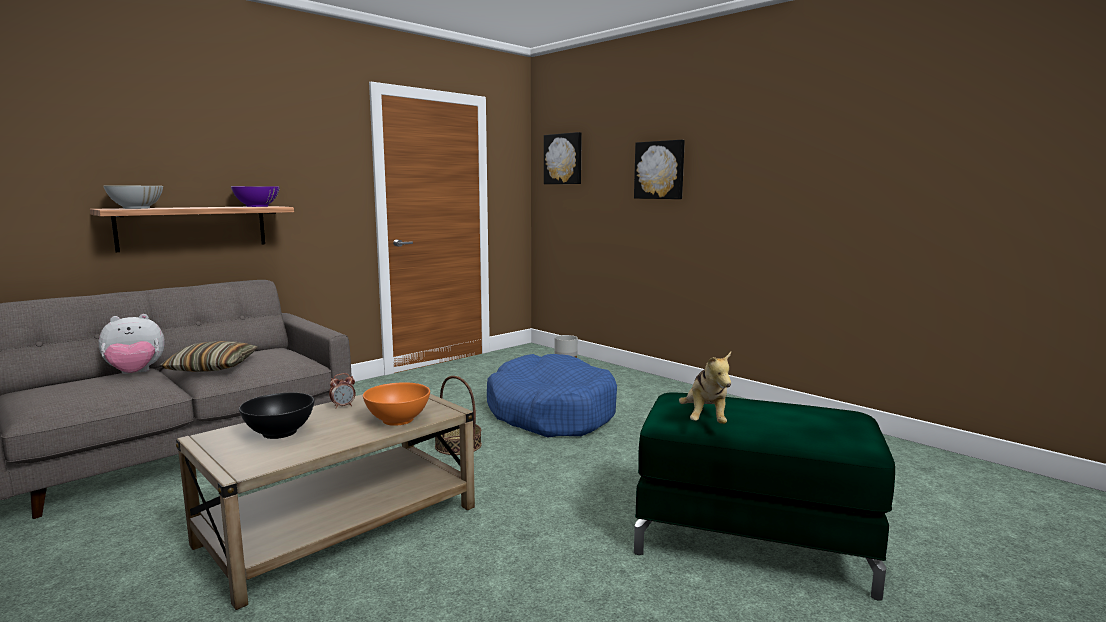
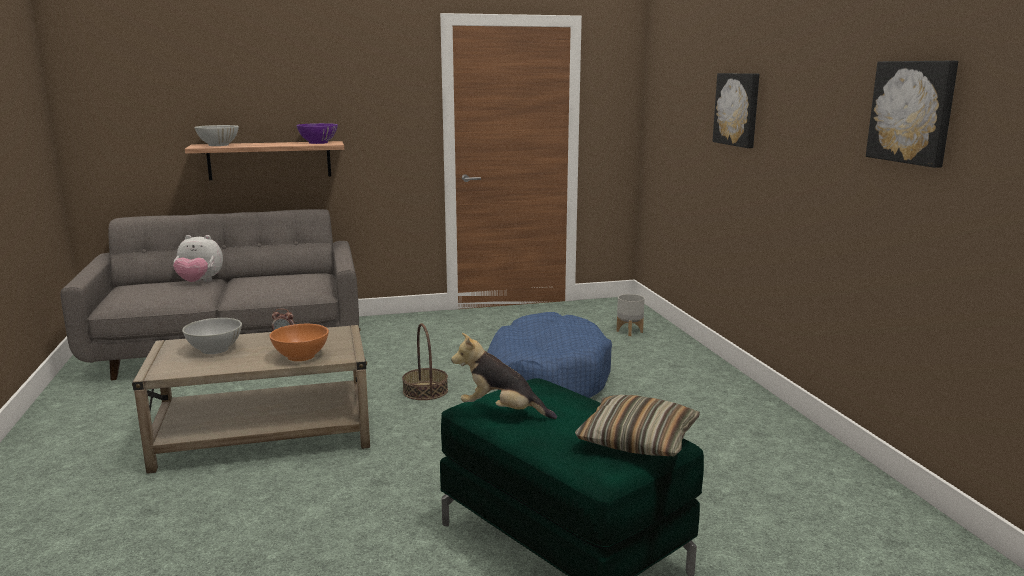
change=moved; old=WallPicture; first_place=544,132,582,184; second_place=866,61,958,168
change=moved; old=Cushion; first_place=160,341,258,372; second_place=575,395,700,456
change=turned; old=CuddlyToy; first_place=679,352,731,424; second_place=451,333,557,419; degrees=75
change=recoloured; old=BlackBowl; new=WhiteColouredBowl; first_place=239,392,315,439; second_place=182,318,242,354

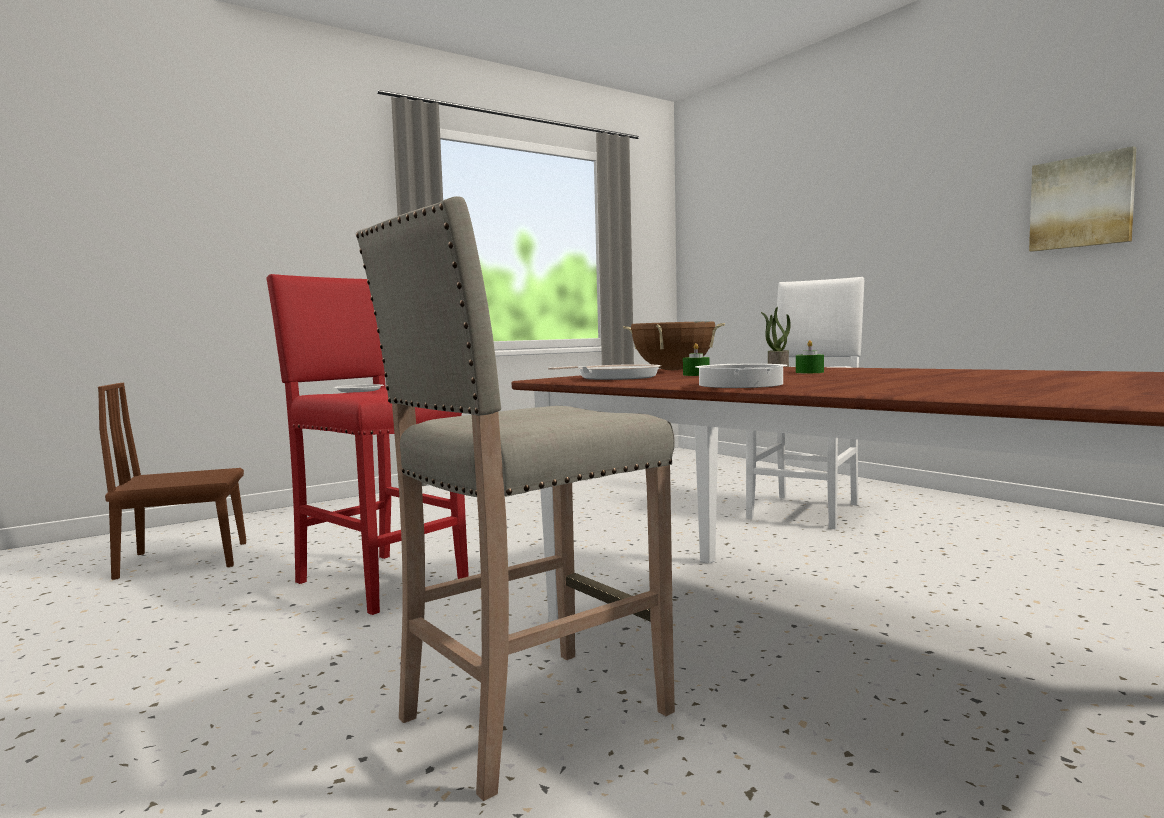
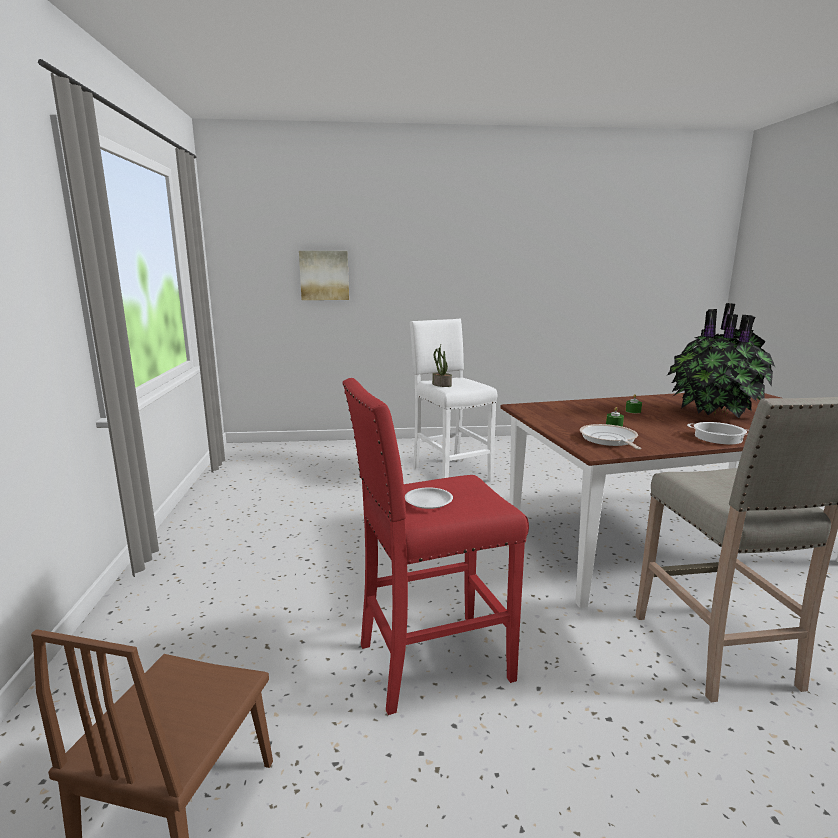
change=moved; old=WallPicture; first_place=1029,146,1137,252; second_place=299,251,349,300
change=removed; old=BrownColouredSaucepot; first_place=623,321,725,370
change=added; new=PottedPlant; second_place=667,303,775,418

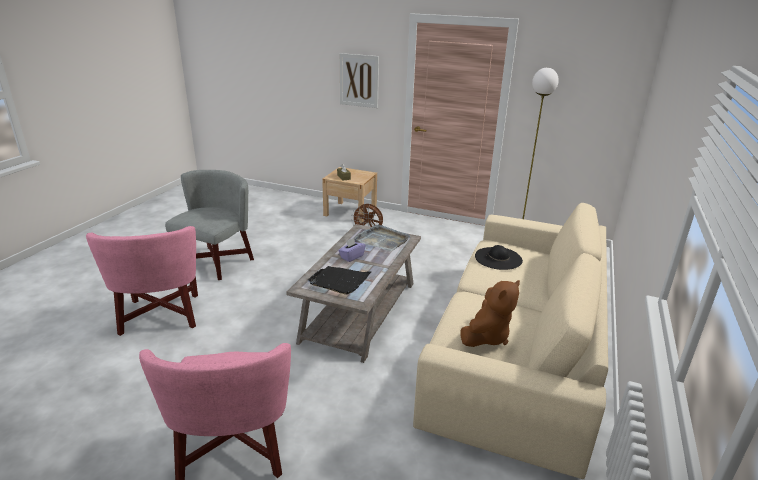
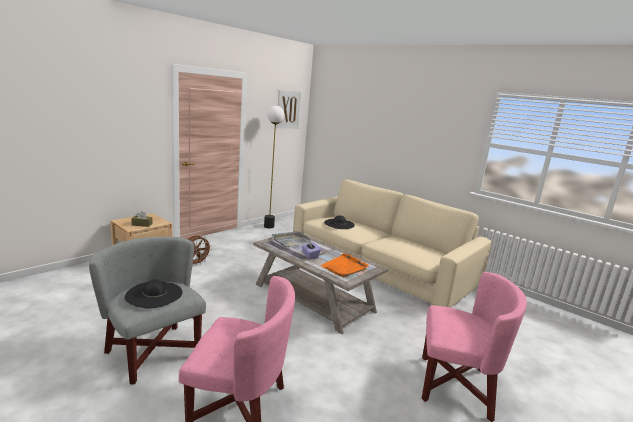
change=moved; old=WallPicture; first_place=340,53,379,108; second_place=276,90,301,128
change=recoloured; old=BlackCarryingTray; new=OrangeyCarryingTray; first_place=308,266,371,295; second_place=320,253,369,277
change=removed; old=BrownColouredCuddlyToy; first_place=460,280,520,347
change=added; new=BlackClothingHat; second_place=124,279,183,308

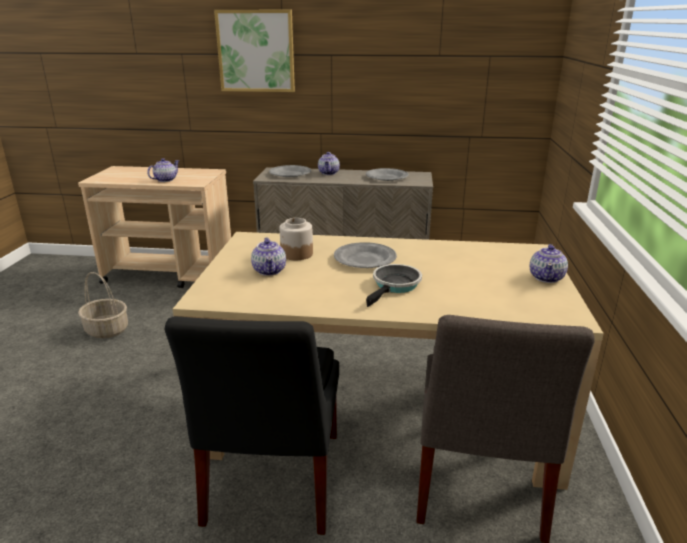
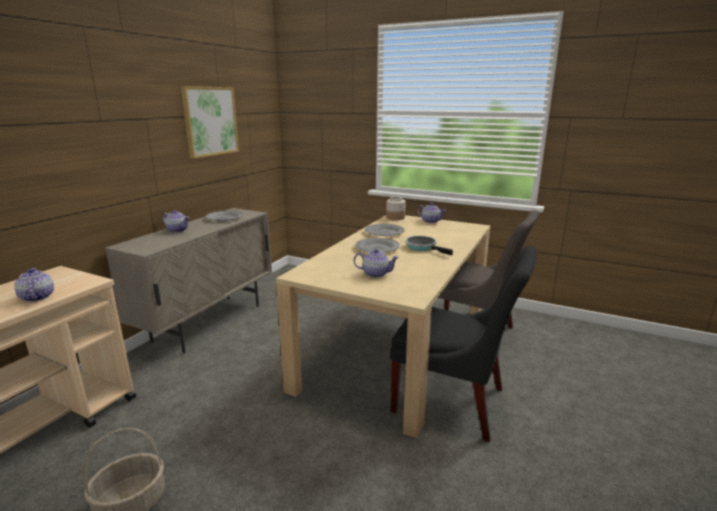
change=moved; old=WallPicture; first_place=214,10,295,92; second_place=181,86,239,158
change=moved; old=GrayFlatDish; first_place=269,165,311,177; second_place=365,224,405,236
change=moved; old=PreserveJar; first_place=280,218,313,260; second_place=386,197,406,220

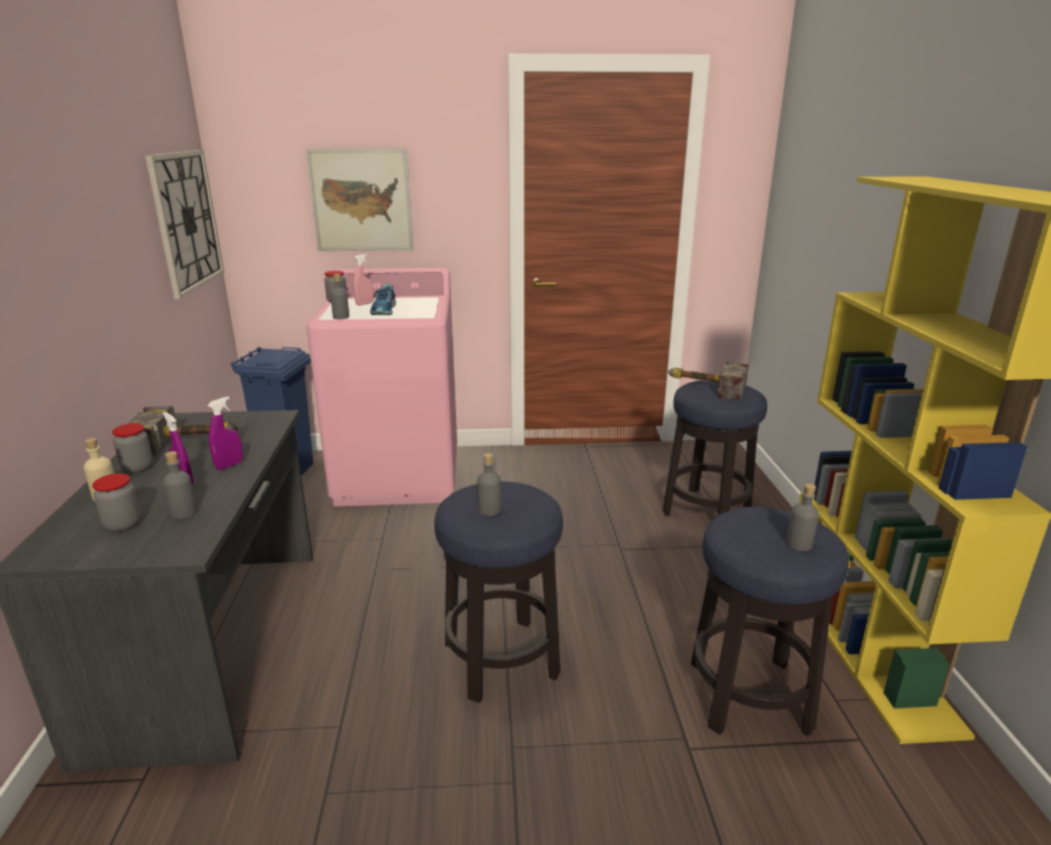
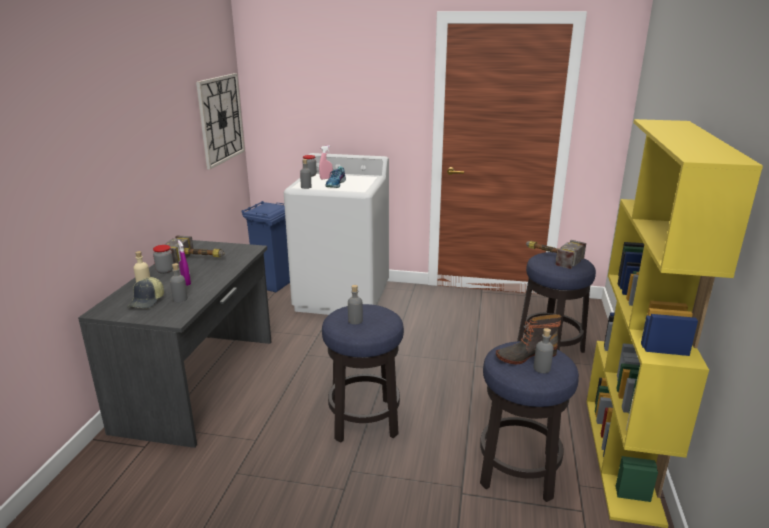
change=removed; old=WallPicture; first_place=306,149,414,251
change=recoloured; old=PinkColouredLaundryMachine; new=WhiteColouredLaundryMachine; first_place=307,268,457,506; second_place=284,153,389,315
change=removed; old=PurplishHandSprayer; first_place=207,397,243,470
change=replaced; old=PreserveJar; new=Cap; first_place=92,473,141,532; second_place=127,277,164,309
change=added; new=TallBoot; second_place=496,314,562,364

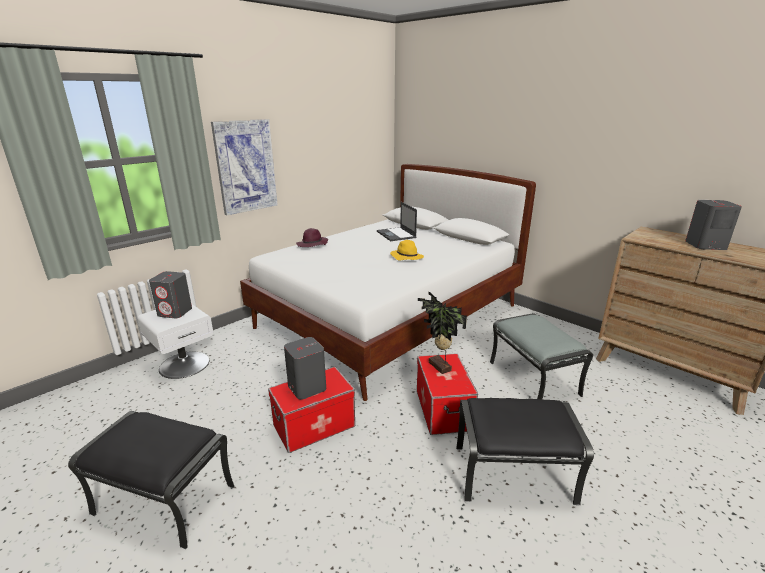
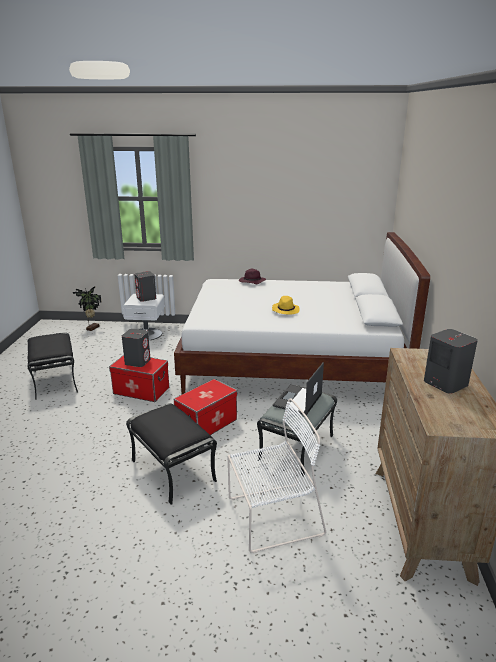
change=removed; old=WallPicture; first_place=211,119,278,215
change=moved; old=PortableComputer; first_place=377,202,417,241; second_place=273,362,324,415
change=moved; old=PottedPlant; first_place=418,292,467,374; second_place=73,287,102,331
change=added; new=WhiteColouredPlainChair; second_place=228,398,326,553

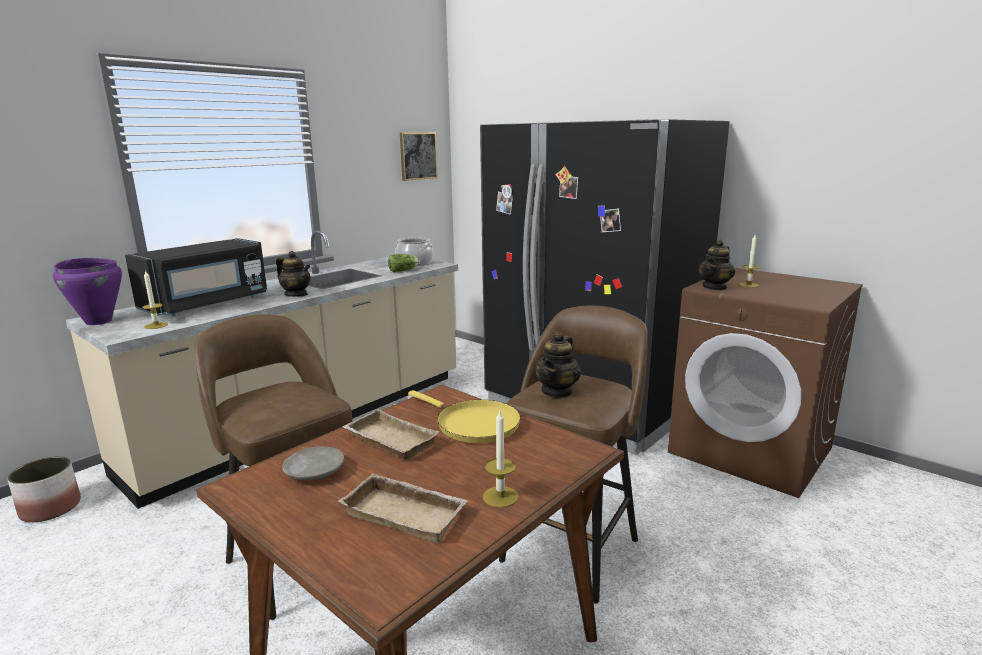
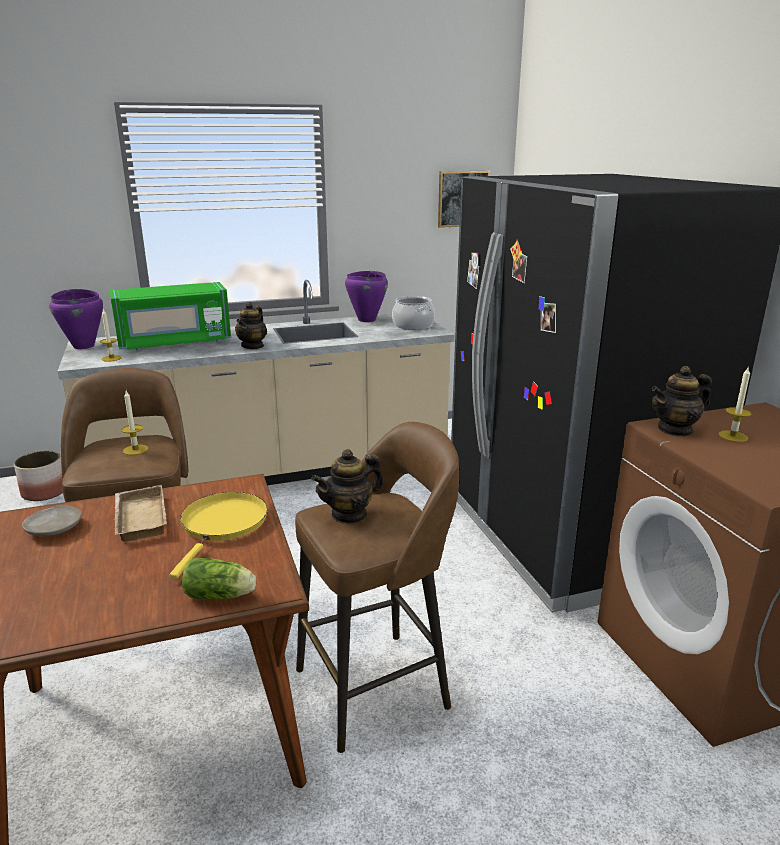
change=recoloured; old=BlackKitchenMicrowave; new=GreenColouredKitchenMicrowave; first_place=125,238,267,316; second_place=110,282,231,351
change=turned; old=PotForTea; first_place=276,251,311,297; second_place=235,302,267,349; degrees=45
change=moved; old=LettuceHead; first_place=388,254,420,272; second_place=182,557,256,600
change=turned; old=YellowishFryingPan; first_place=408,390,521,443; second_place=169,492,268,579; degrees=-150
change=moved; old=Candle; first_place=483,411,519,508; second_place=121,391,148,455
change=removed; old=BeigeColouredCarryingTray; first_place=338,473,468,543
change=added; new=PurplishSaucepot; second_place=345,271,388,322

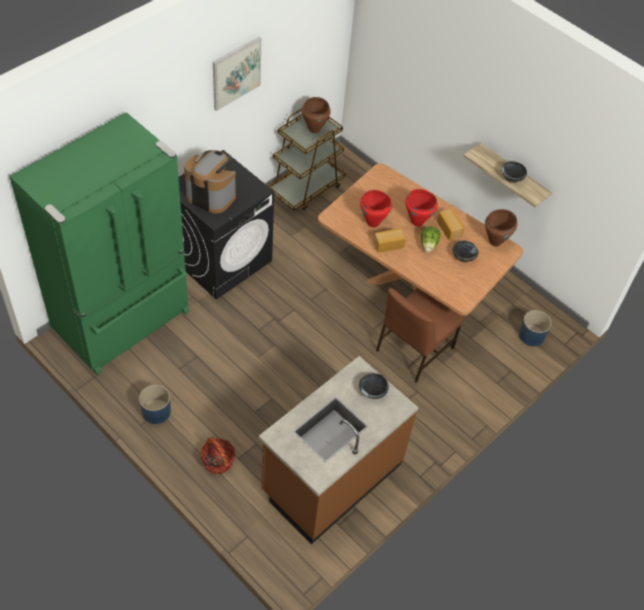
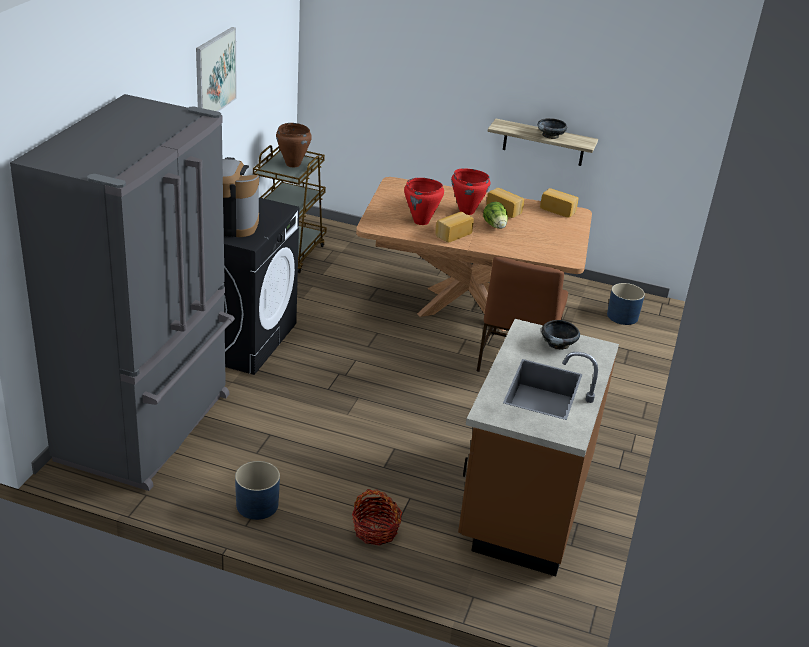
change=recoloured; old=GreenColouredKitchenFridge; new=GrayKitchenFridge; first_place=9,112,190,375; second_place=10,94,235,491
change=replaced; old=BrownColouredSaucepot; new=BakeryBread; first_place=485,209,517,246; second_place=540,188,578,218
change=removed; old=BlackBowl; first_place=453,241,478,262

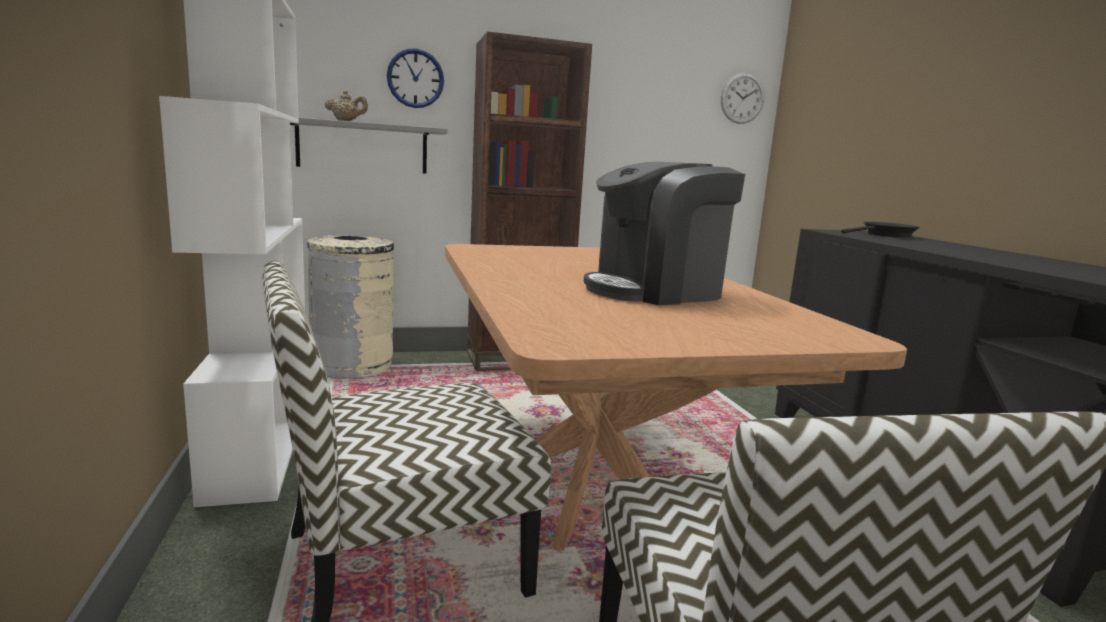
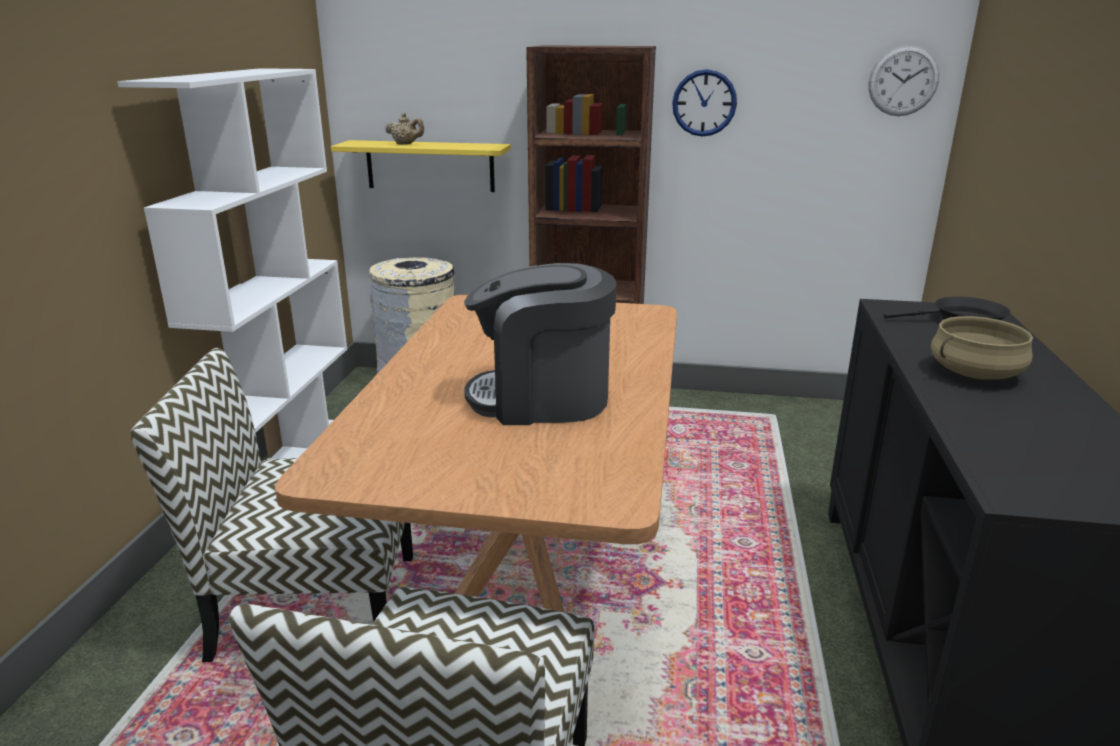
change=moved; old=WallClock; first_place=387,48,444,108; second_place=672,69,737,137
change=recoloured; old=GrayWallShelf; new=YellowishWallShelf; first_place=290,118,447,174; second_place=331,140,511,192
change=added; new=BeigeColouredSaucepot; second_place=931,316,1033,380

